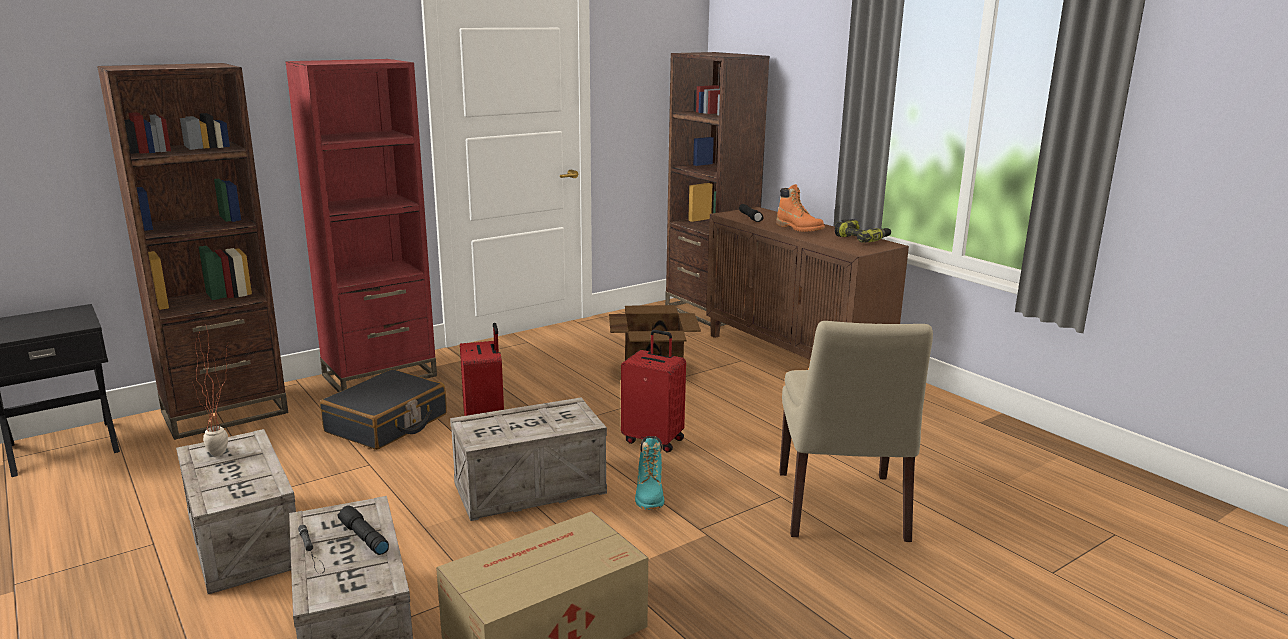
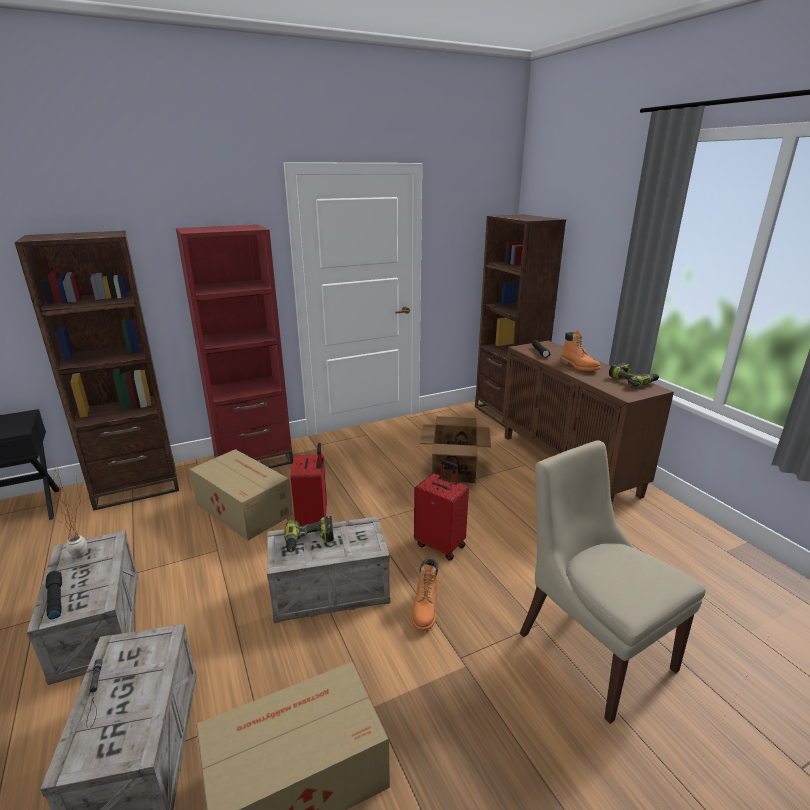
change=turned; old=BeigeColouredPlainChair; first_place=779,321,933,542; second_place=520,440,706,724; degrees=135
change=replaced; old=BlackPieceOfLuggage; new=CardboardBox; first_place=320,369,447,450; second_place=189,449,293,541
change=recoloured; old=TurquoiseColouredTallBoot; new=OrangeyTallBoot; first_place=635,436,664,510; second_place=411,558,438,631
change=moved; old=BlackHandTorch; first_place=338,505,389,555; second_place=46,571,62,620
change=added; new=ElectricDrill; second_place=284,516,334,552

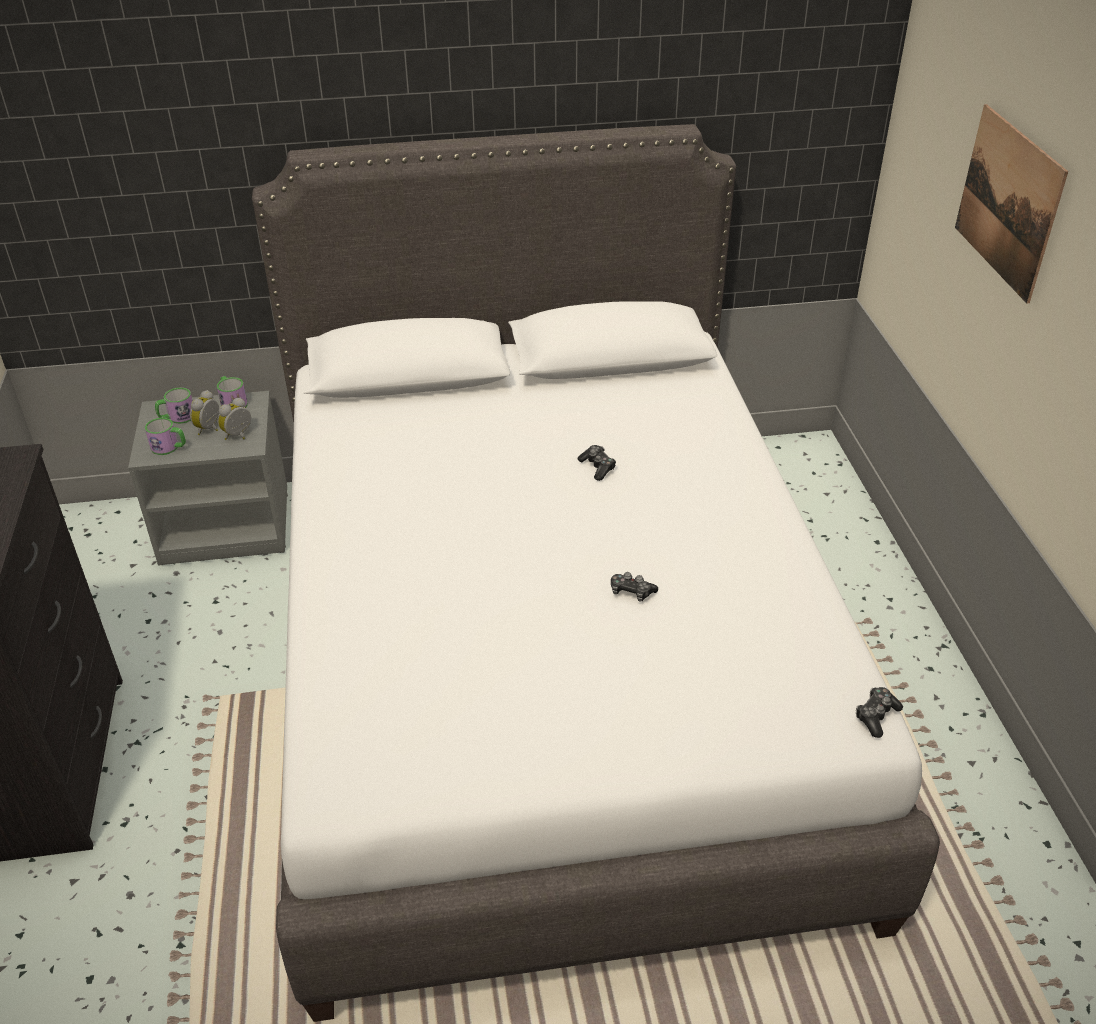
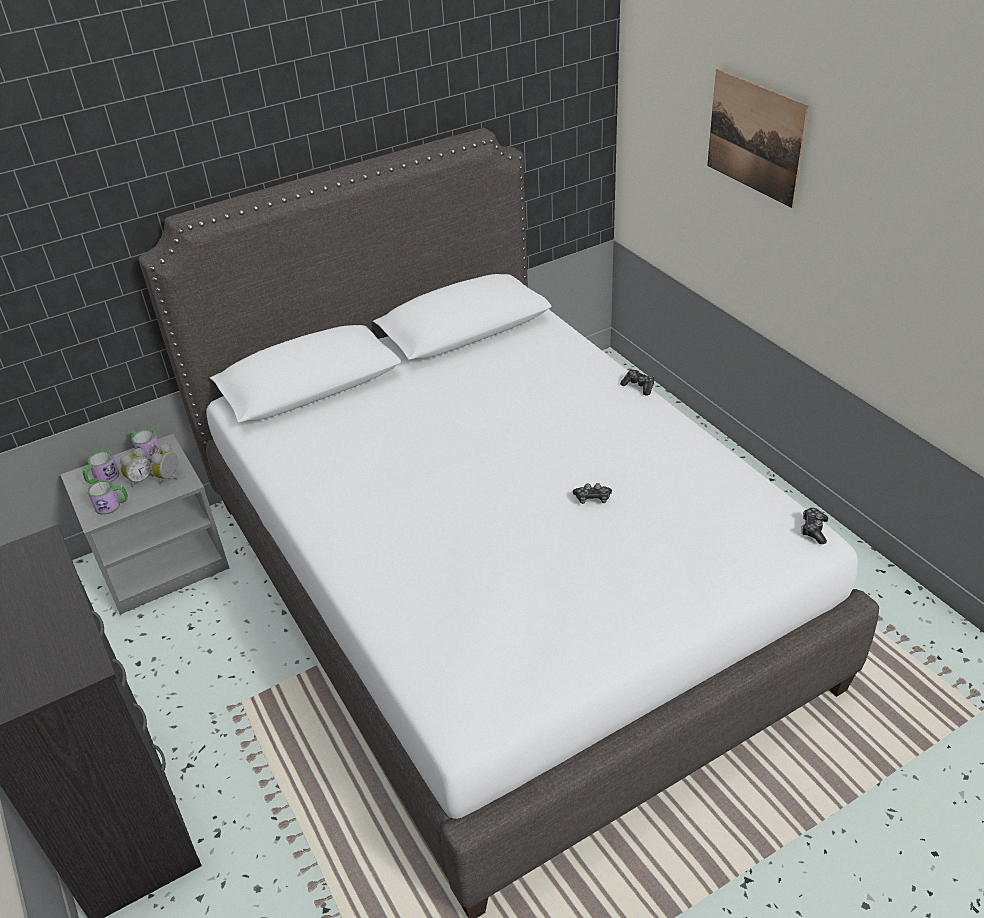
change=turned; old=AlarmClock; first_place=190,390,219,435; second_place=120,448,154,488; degrees=-135
change=moved; old=GameController; first_place=577,445,616,481; second_place=620,370,654,396

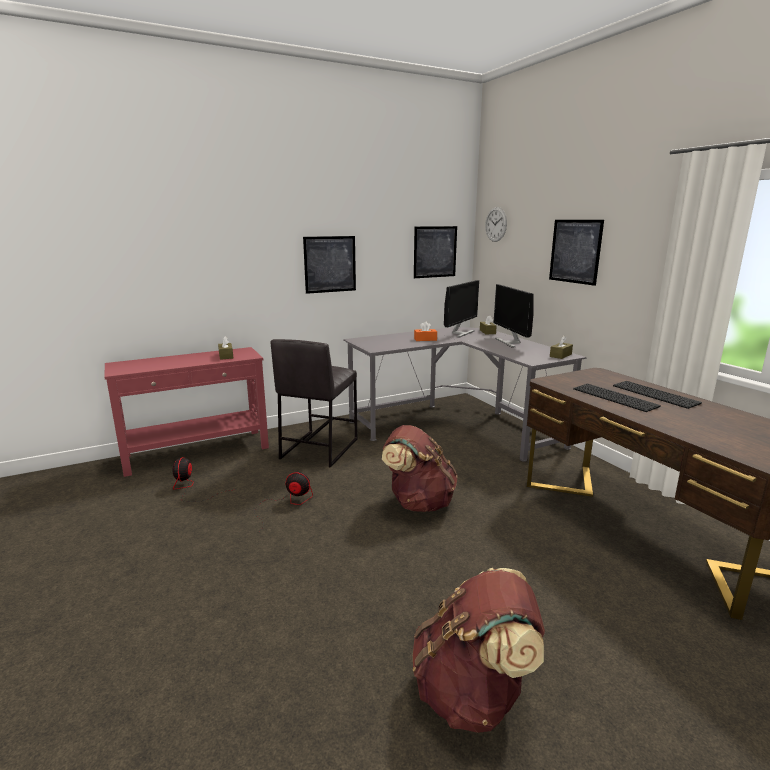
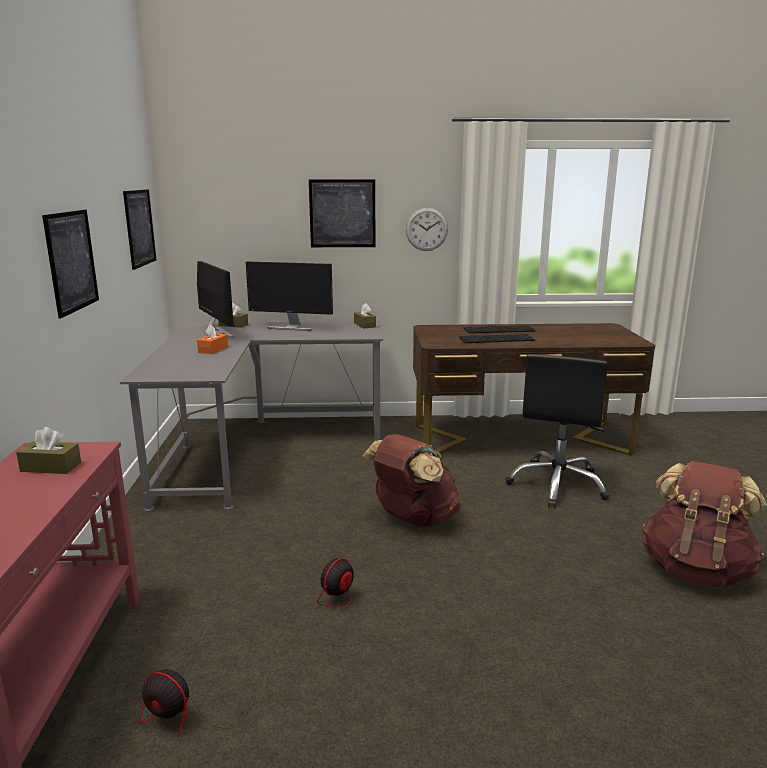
change=moved; old=WallClock; first_place=485,207,507,242; second_place=406,208,448,251
change=removed; old=GrayStoolSeat; first_place=271,339,357,468
change=added; new=BlackComputerChair; second_place=505,354,610,508

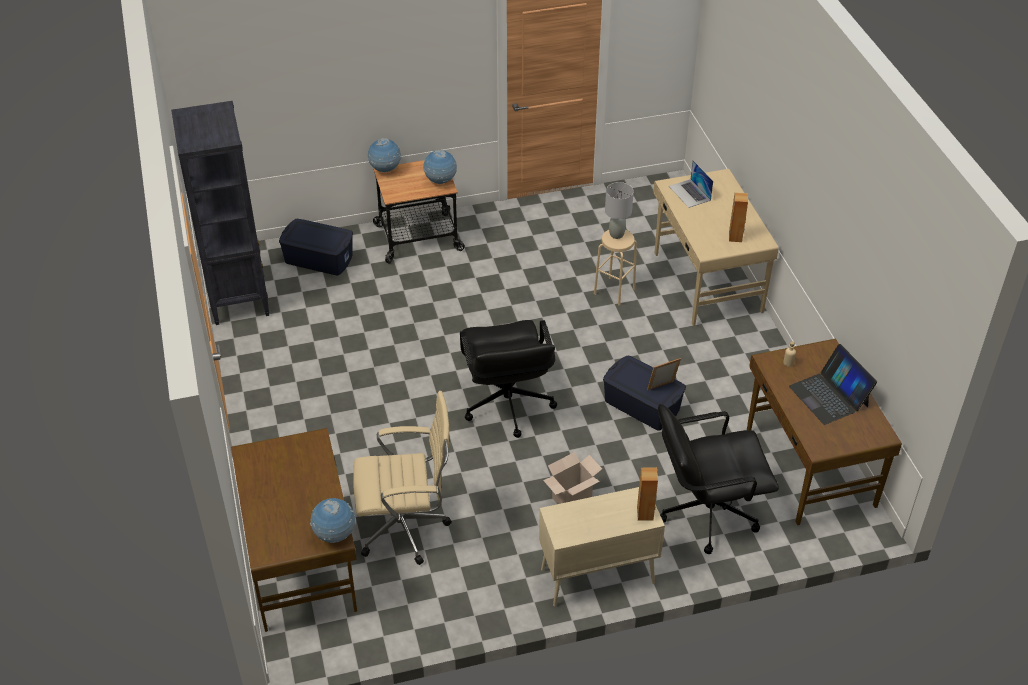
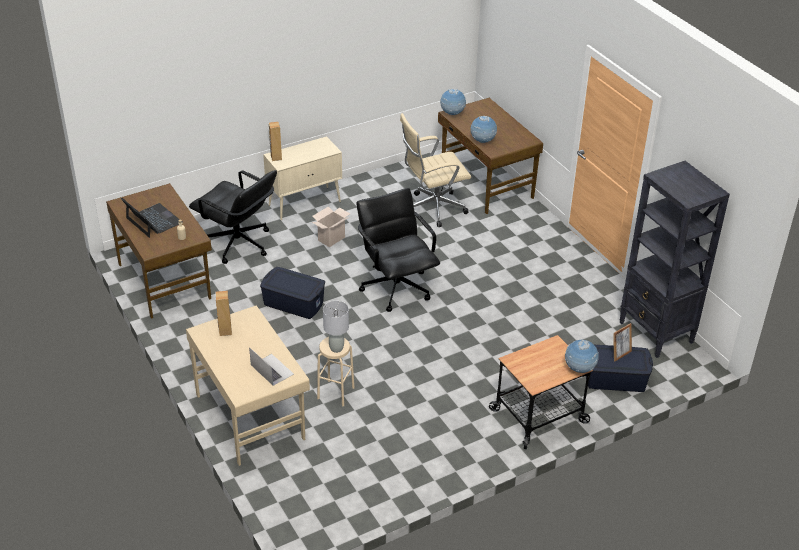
change=moved; old=WorldGlobe; first_place=423,150,457,184; second_place=471,116,497,143
change=moved; old=StandingFrame; first_place=647,358,681,390; second_place=613,323,632,362
change=turned; old=BlackComputerChair; first_place=658,404,779,554; second_place=189,170,277,264; degrees=60

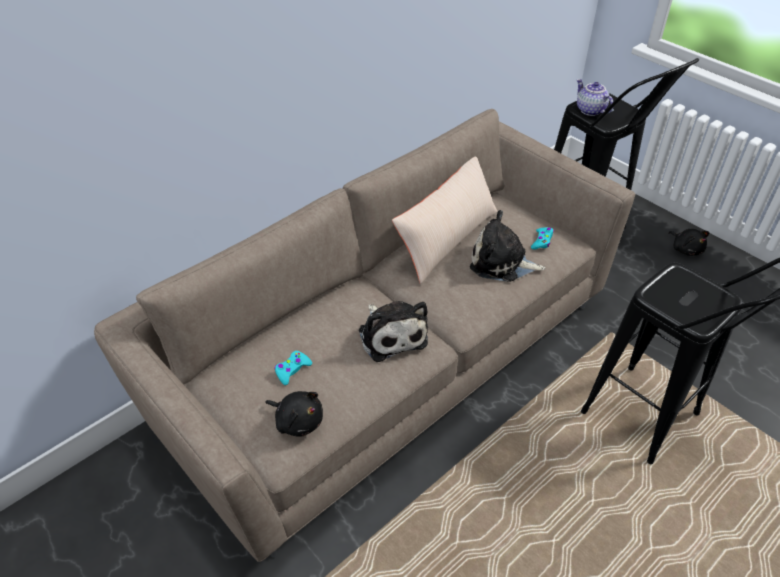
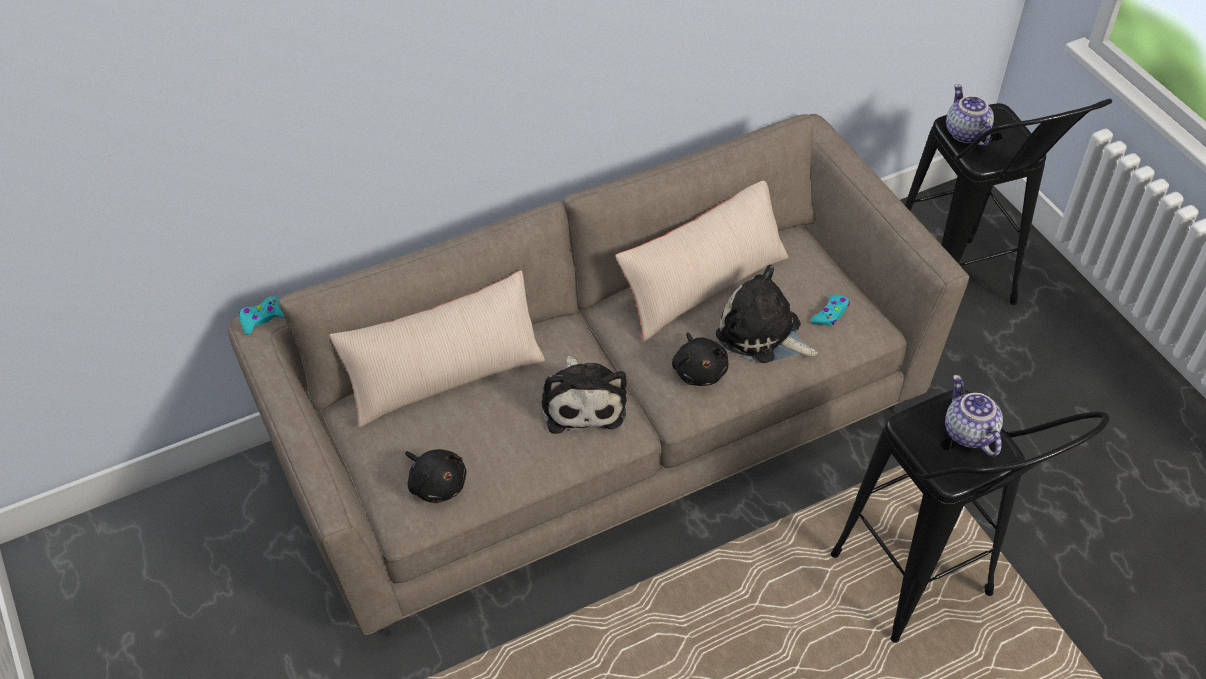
change=moved; old=BlackCuddlyToy; first_place=668,229,709,256; second_place=672,332,728,386
change=moved; old=TurquoiseColouredGameController; first_place=274,351,312,385; second_place=239,296,285,335
change=added; new=BeigeColouredCushion; second_place=329,270,545,427
change=added; new=PotForTea; second_place=945,375,1003,457

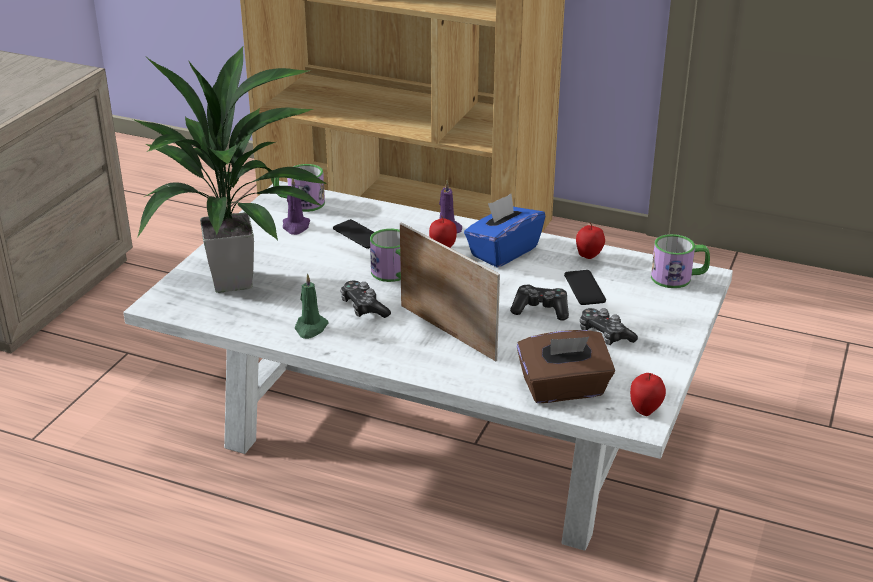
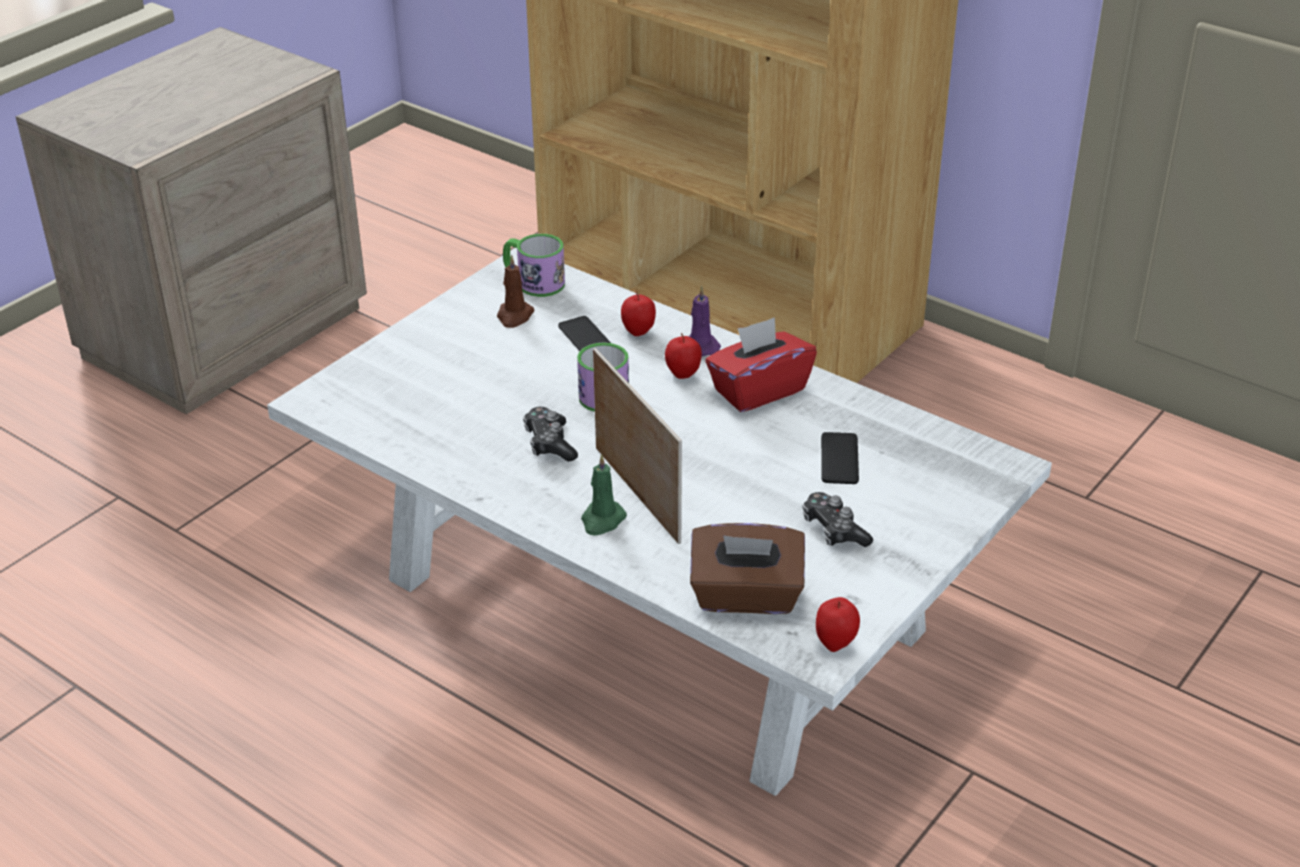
change=removed; old=PottedPlant; first_place=133,46,327,293
change=recoloured; old=PurplishCandle; new=BrownColouredCandle; first_place=283,179,311,235; second_place=497,255,535,328
change=recoloured; old=BlueColouredTissueHolder; new=RedTissueHolder; first_place=464,194,546,267; second_place=705,317,817,412
change=moved; old=Apple; first_place=576,223,605,259; second_place=621,292,656,336
change=removed; old=TeaMug; first_place=651,234,710,288
change=moved; old=GreenColouredCandle; first_place=295,273,329,339; second_place=581,454,627,536
change=removed; old=GameController; first_place=510,285,569,320

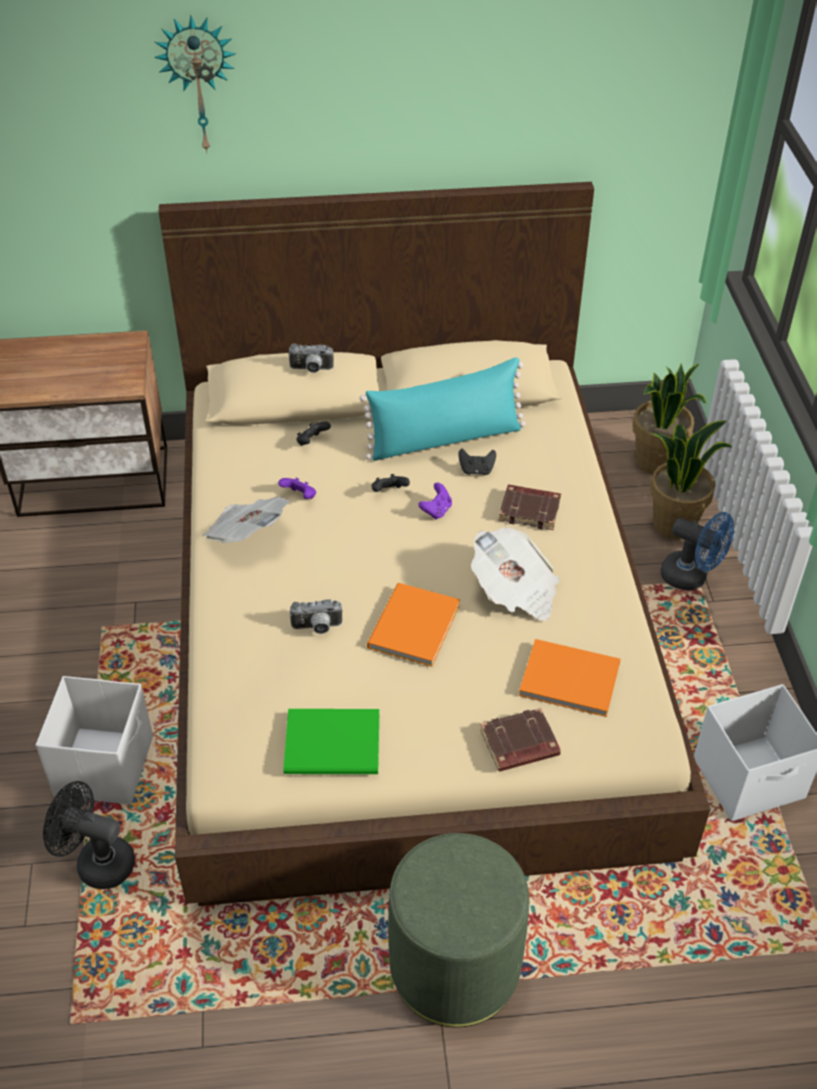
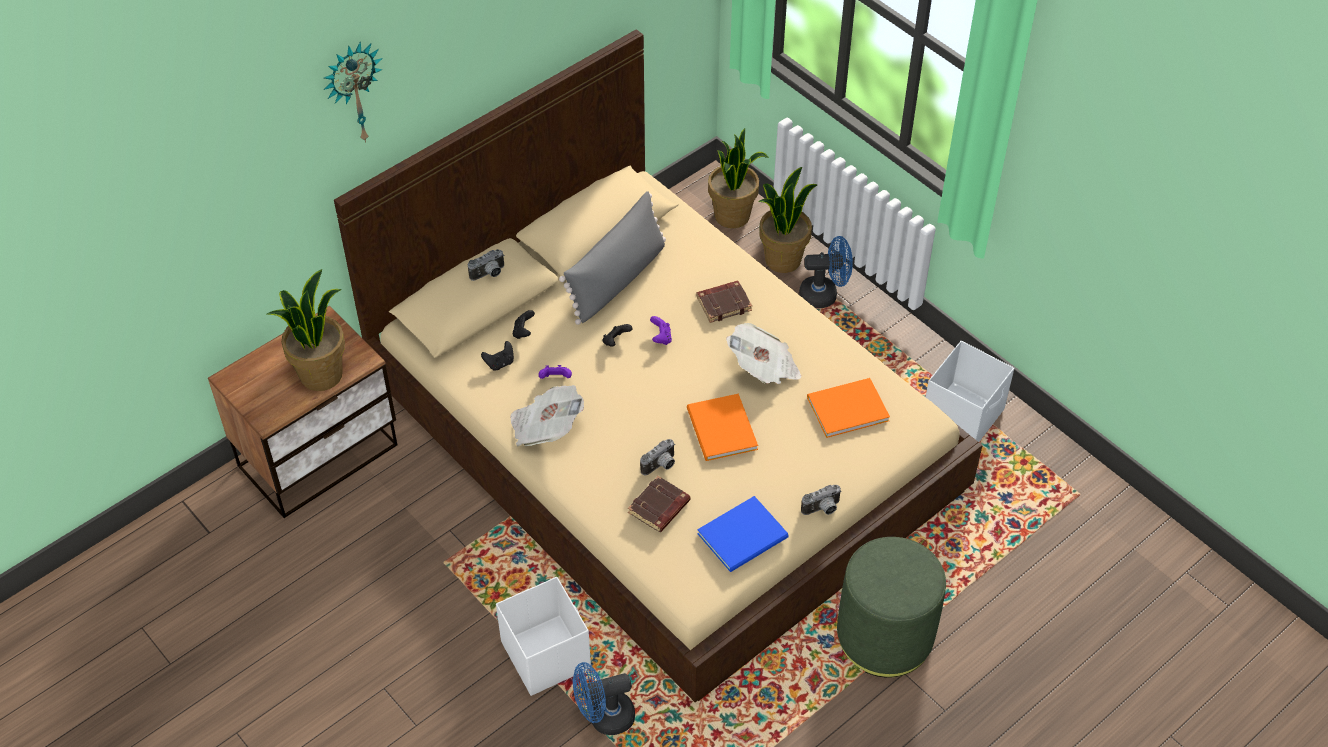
change=recoloured; old=TurquoiseColouredCushion; new=GrayCushion; first_place=360,357,526,461; second_place=559,191,666,325
change=moved; old=BlackGameController; first_place=458,449,496,475; second_place=481,341,514,370
change=moved; old=BrownColouredBook; first_place=480,708,561,772; second_place=628,476,691,532
change=recoloured; old=GreenColouredBook; new=BlueColouredBook; first_place=283,709,379,774; second_place=697,496,789,572
change=recoloured; old=BlackCoolingFan; new=BlueColouredCoolingFan; first_place=43,781,135,889; second_place=573,662,635,735
change=added; new=PottedPlant; second_place=267,269,345,391
change=added; new=PhotoCamera; second_place=801,485,842,515

